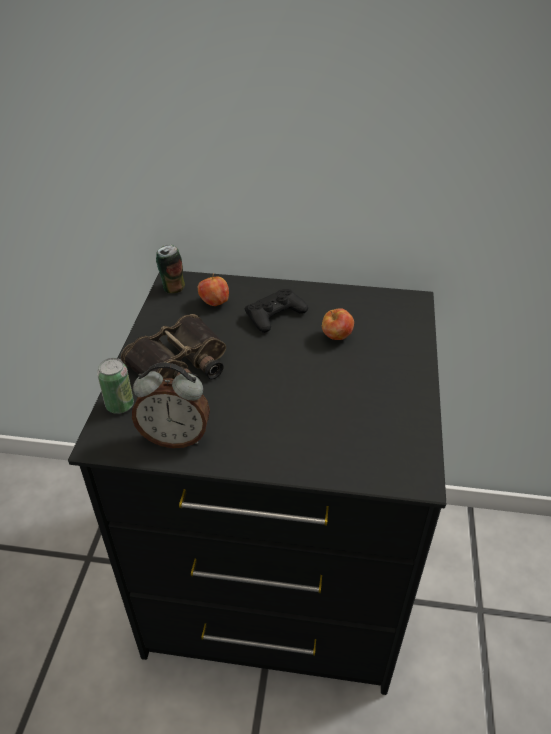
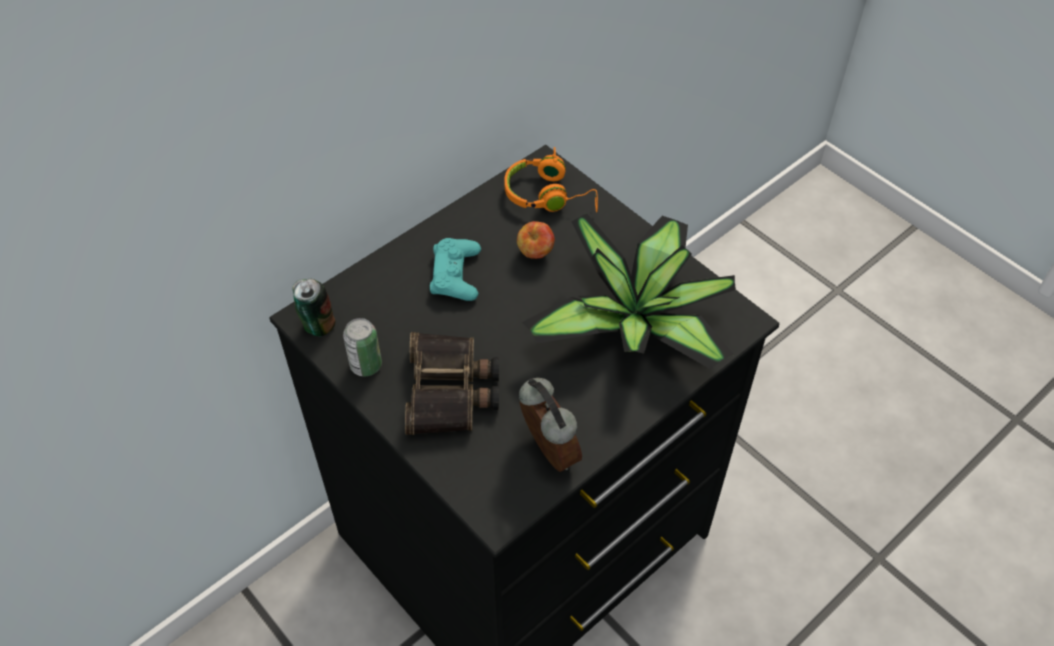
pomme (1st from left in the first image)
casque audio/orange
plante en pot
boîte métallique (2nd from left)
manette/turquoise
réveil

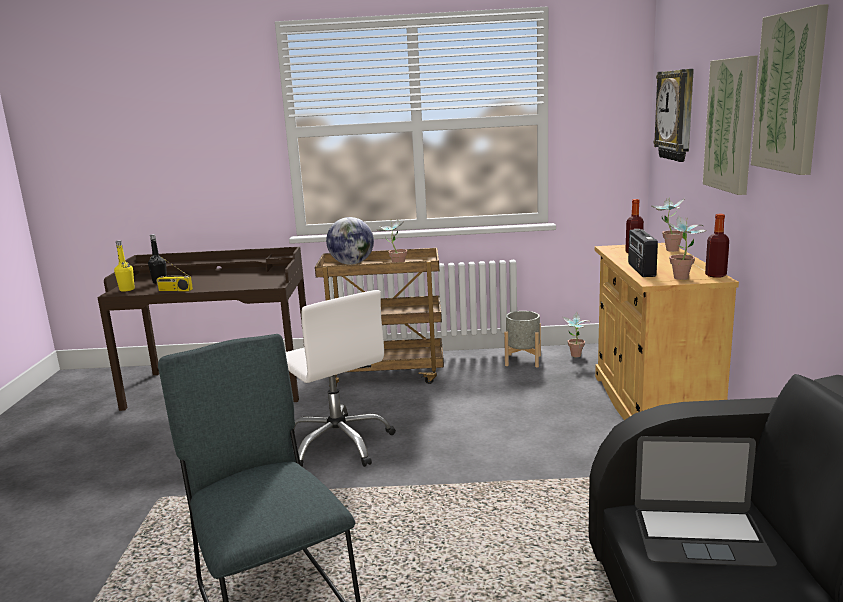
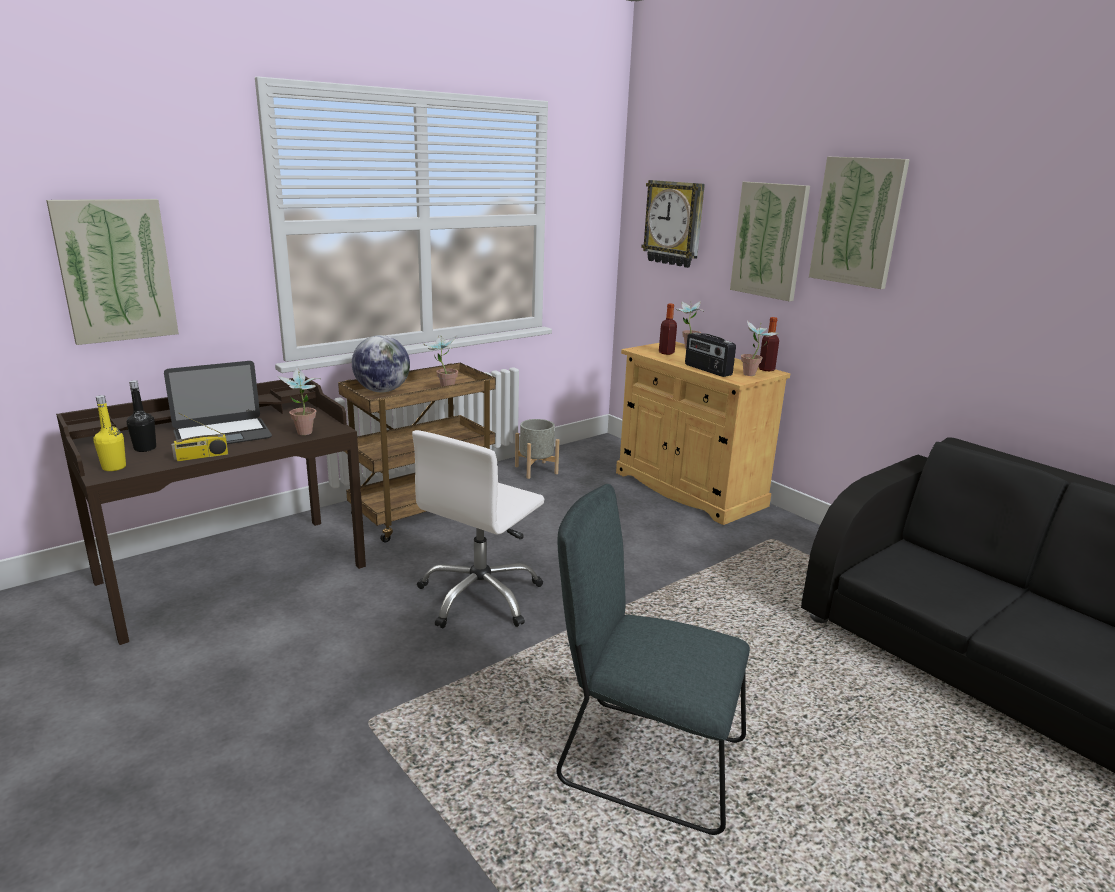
tableau (1st from left)
plante en pot (1st from left)
ordinateur portable
chaise de bureau/blanc

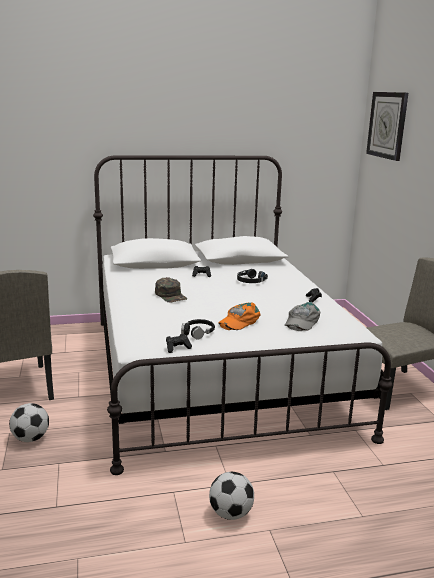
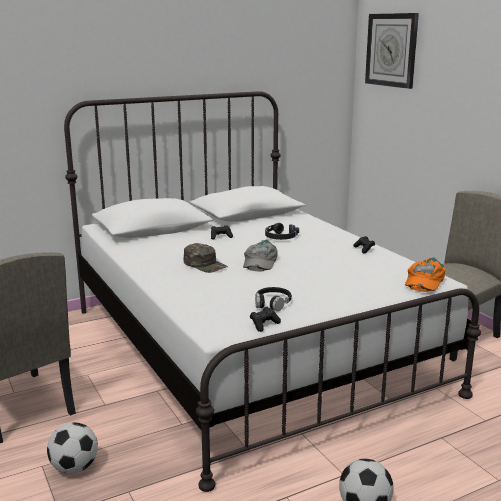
casquette/orange
casquette/gris

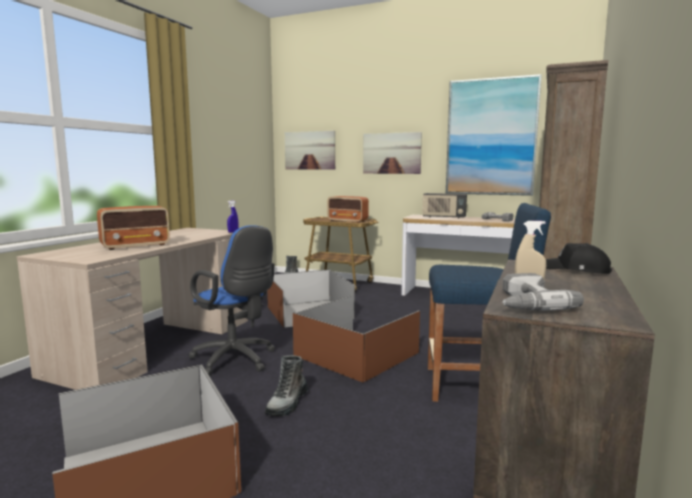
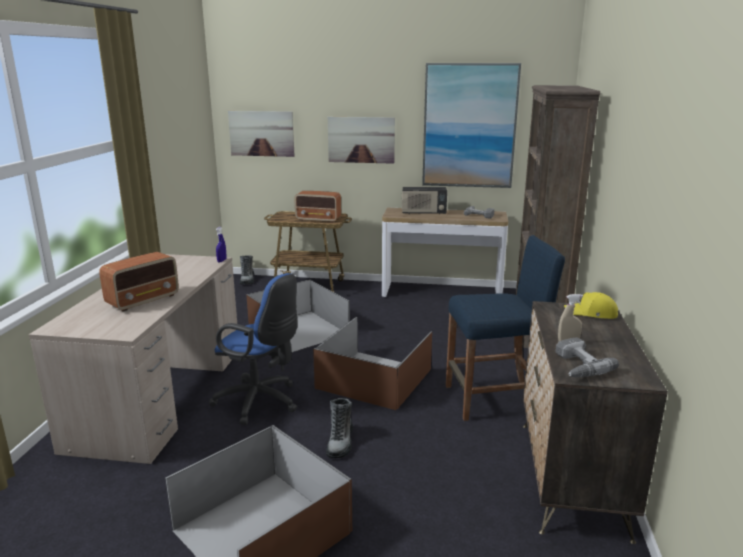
casquette/jaune

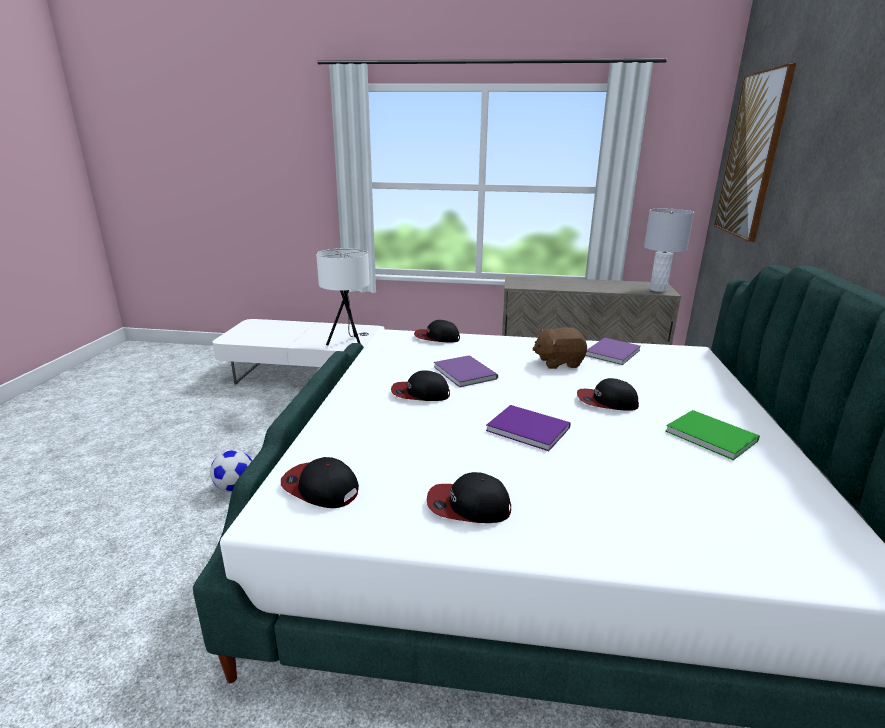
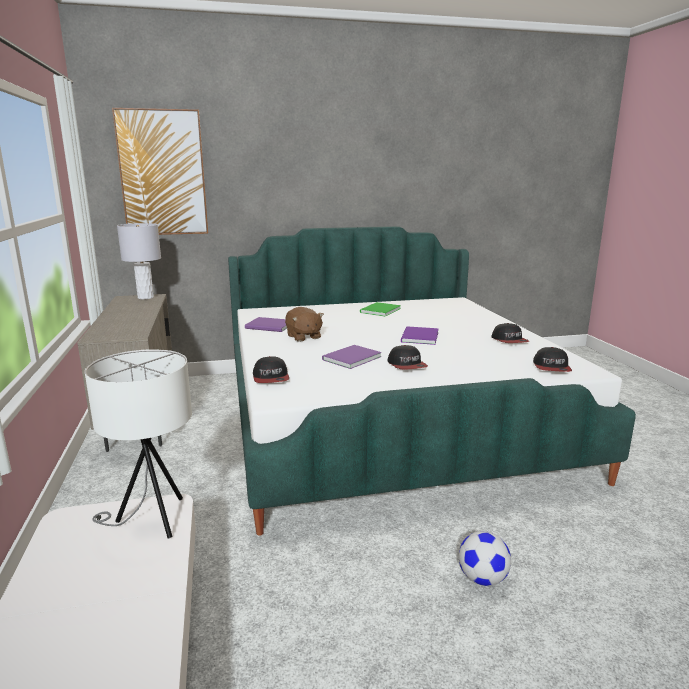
casquette (5th from left in the first image)

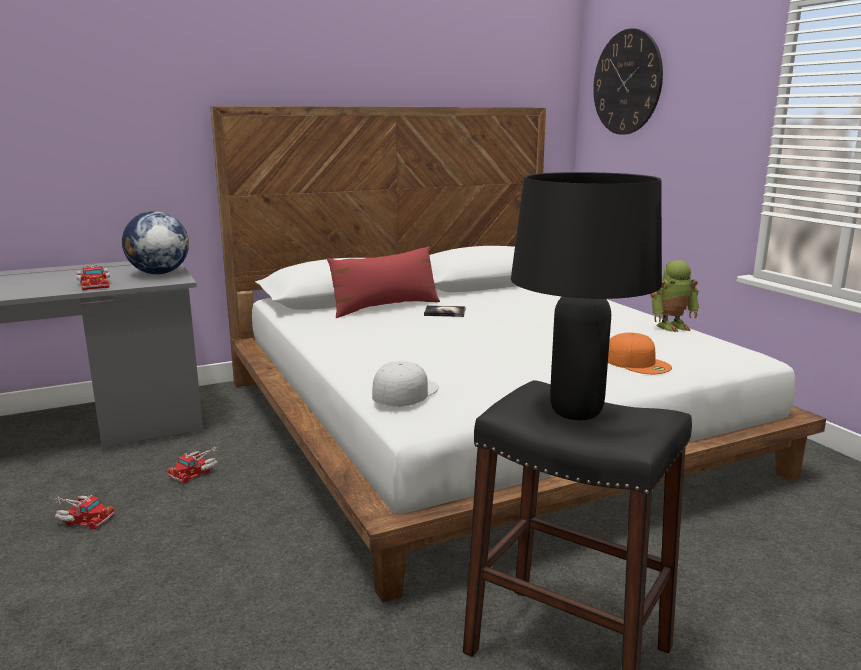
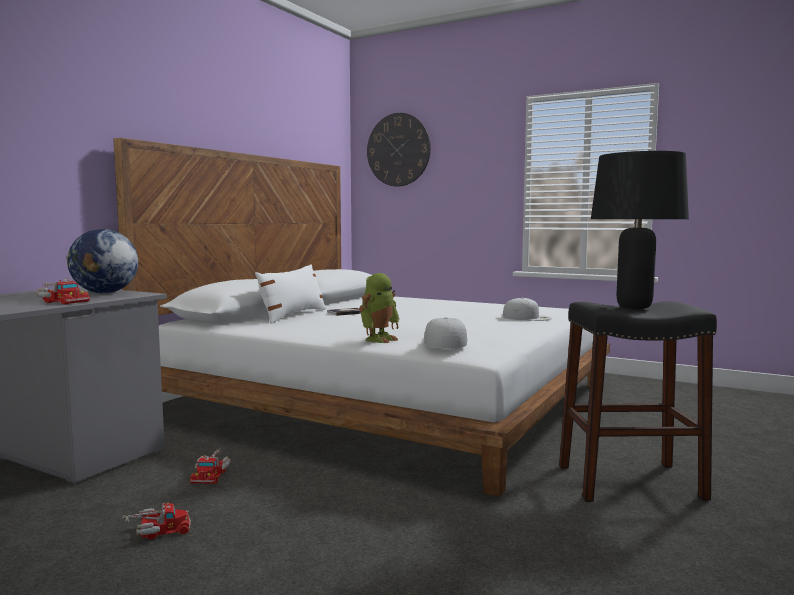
robot jouet
coussin/blanc
casquette/blanc (2nd from left)

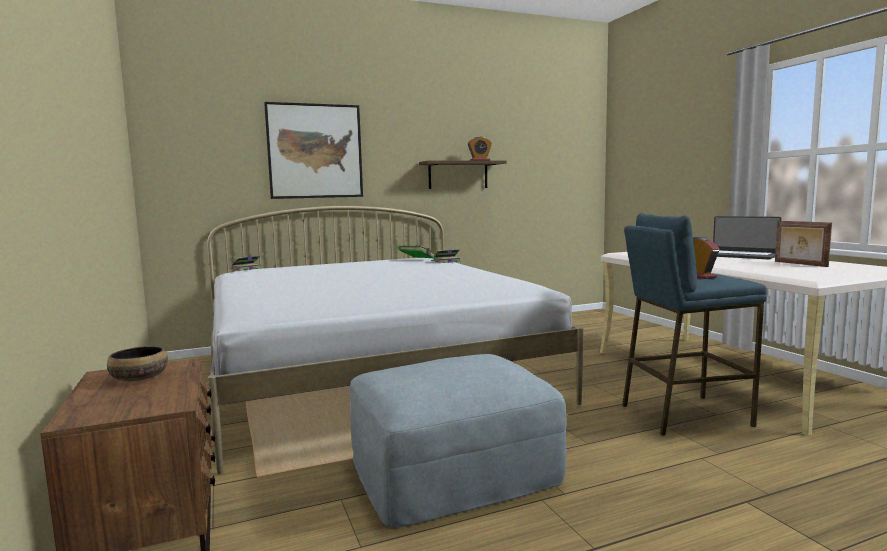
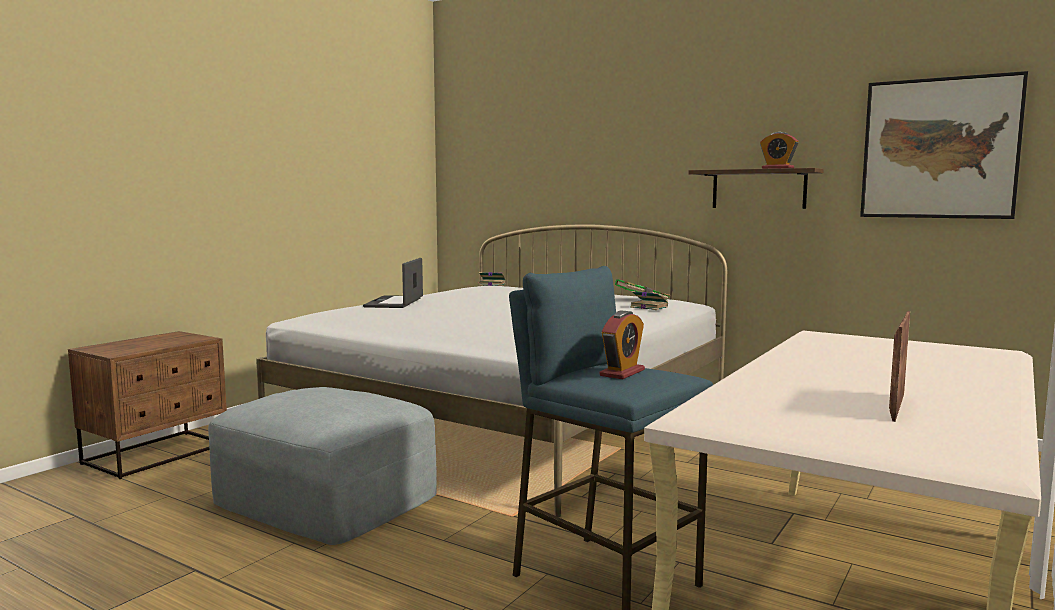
bol
tableau
ordinateur portable

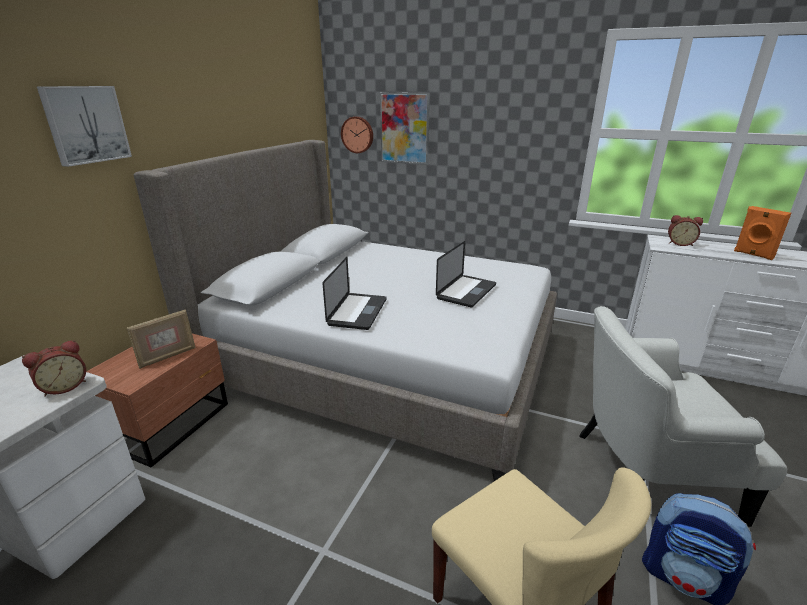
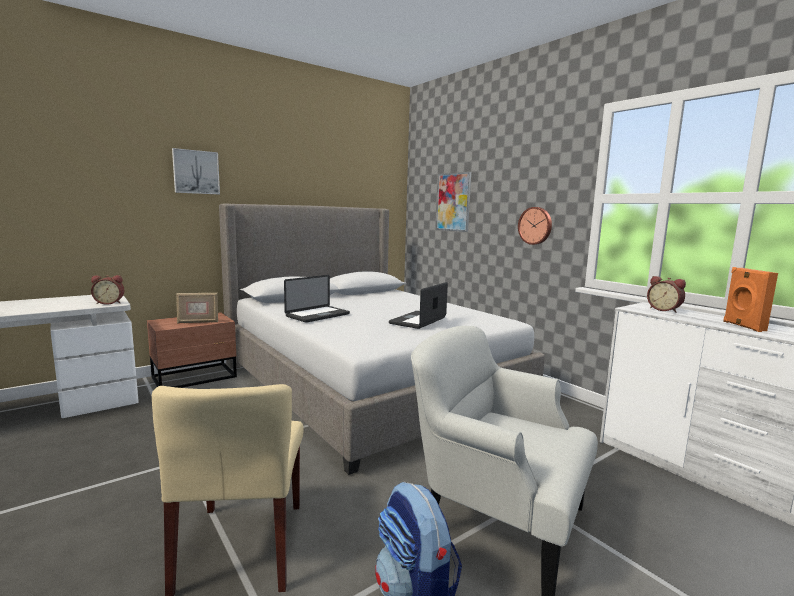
horloge murale
ordinateur portable (2nd from left)

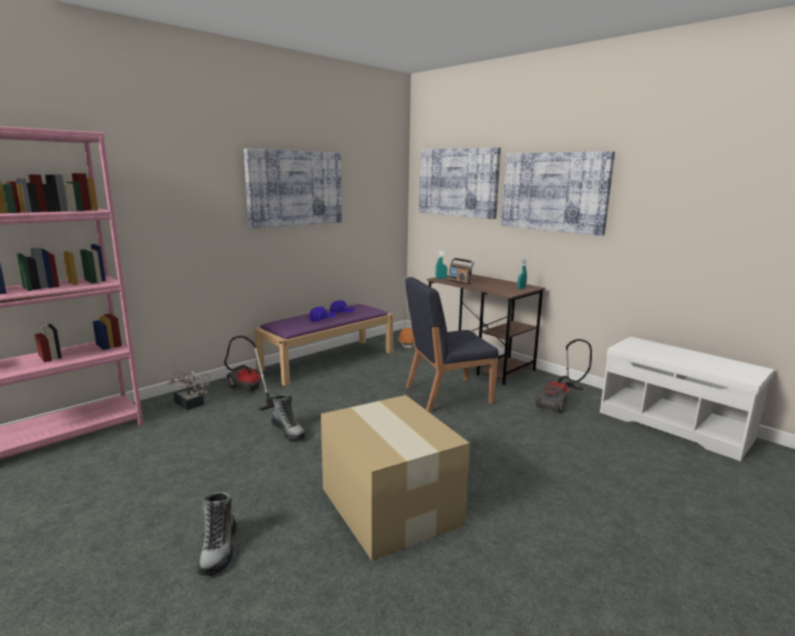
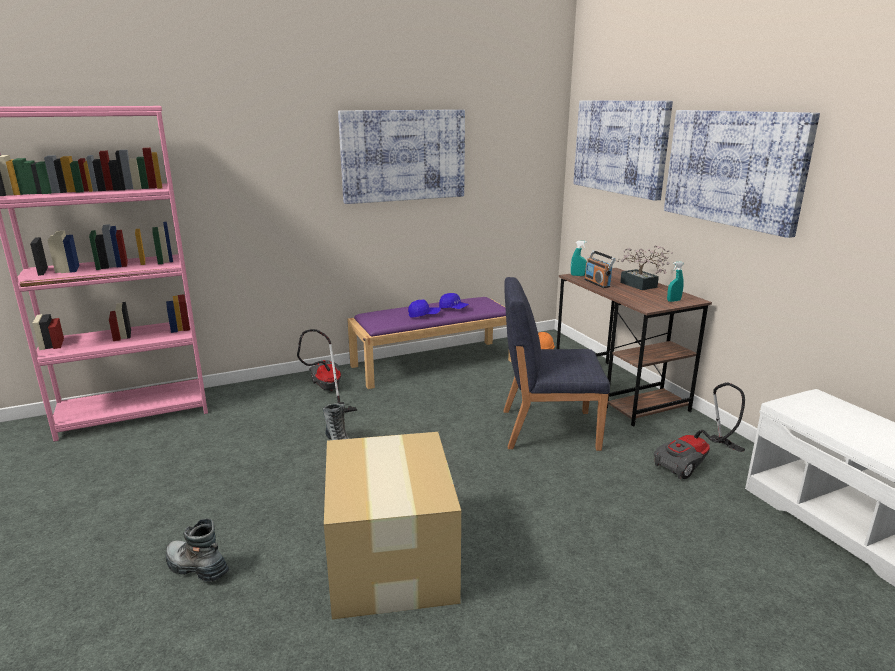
plante en pot
botte (1st from left)

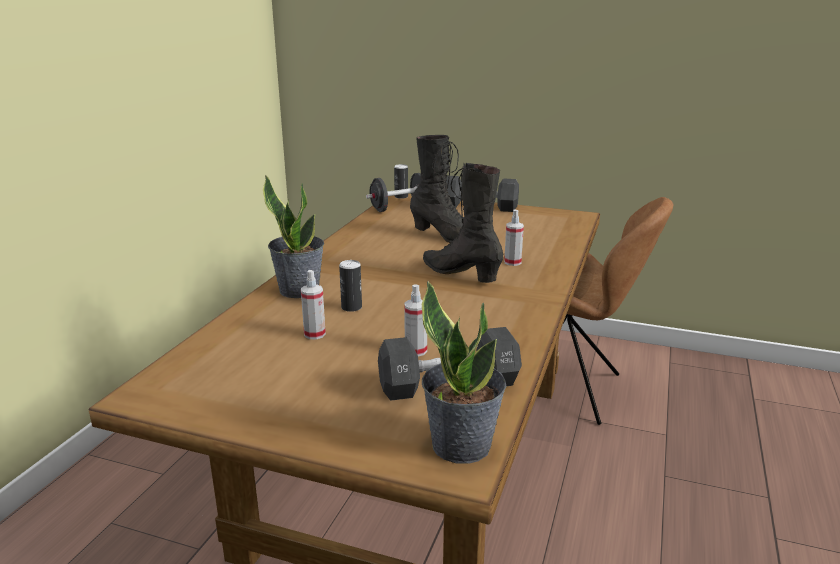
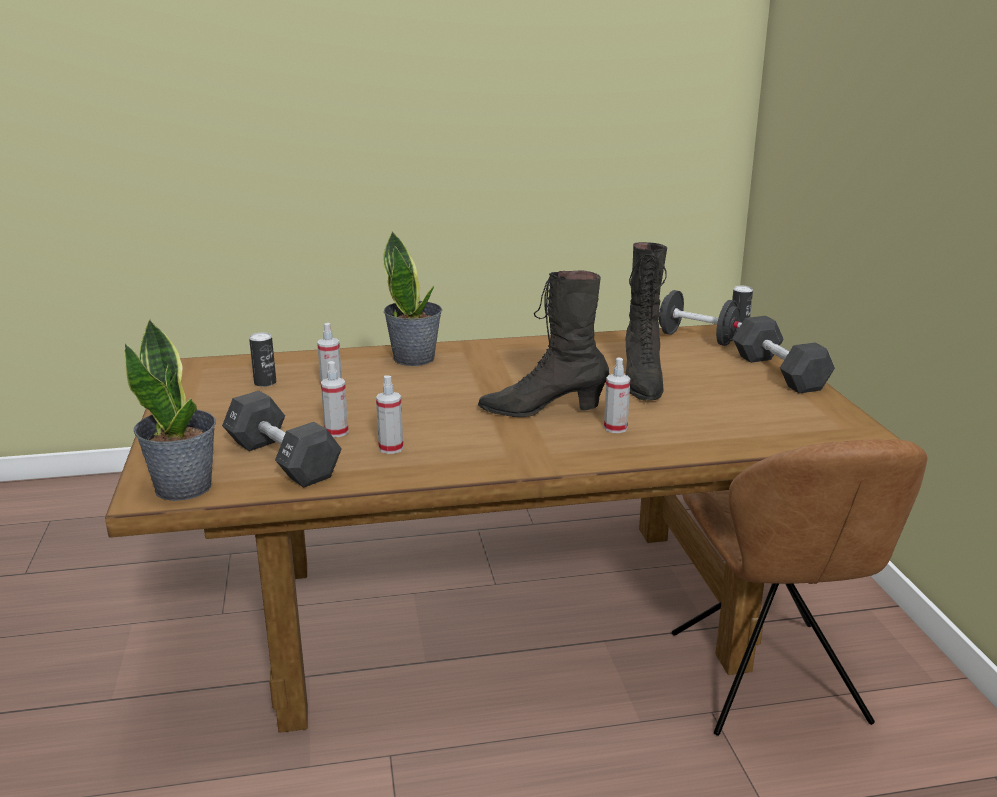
vaporisateur (3rd from left)
boîte métallique (1st from left)
botte/noir (1st from left)

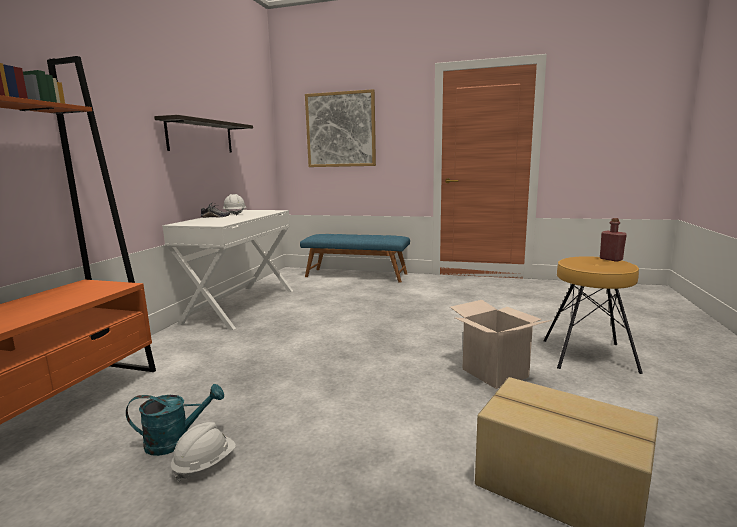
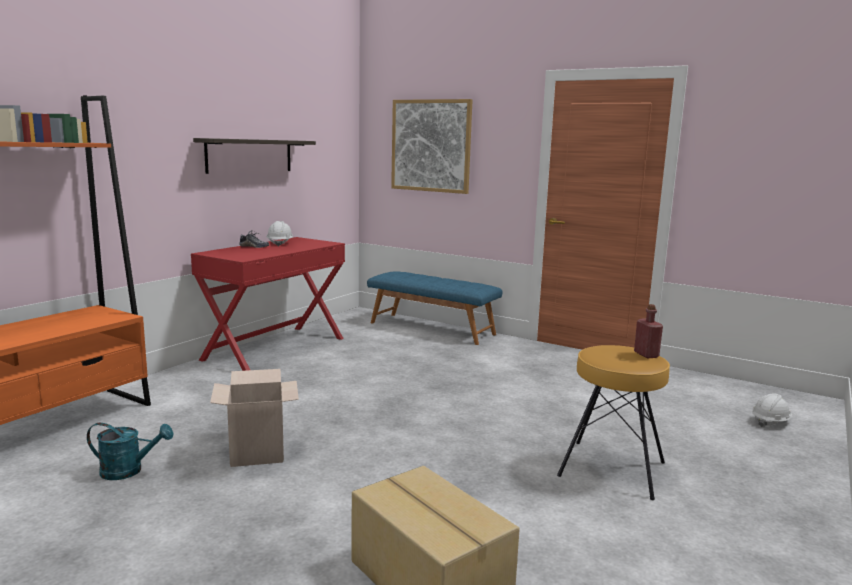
casque de chantier/blanc (2nd from left)
carton (1st from left)
bureau/rouge

